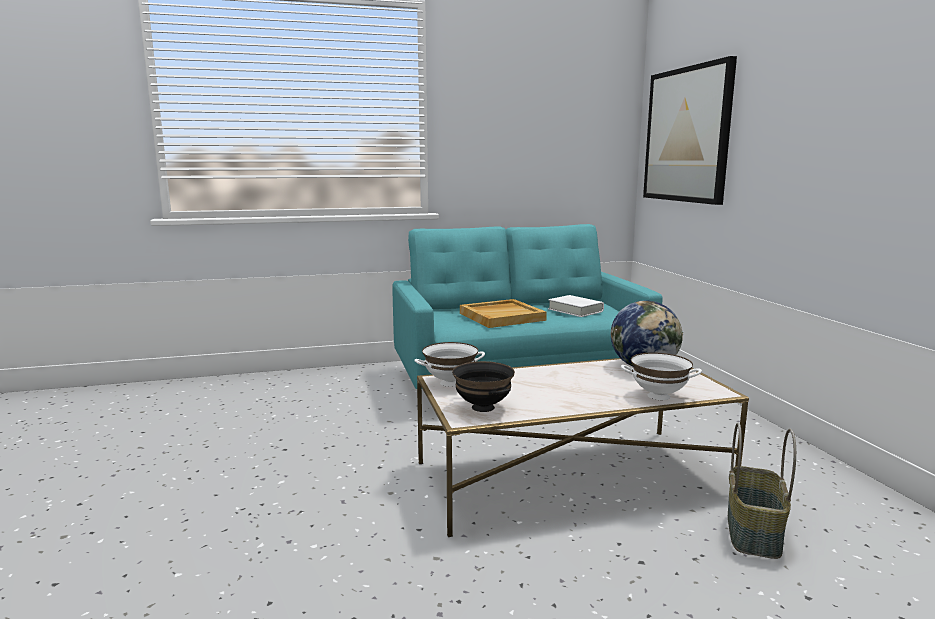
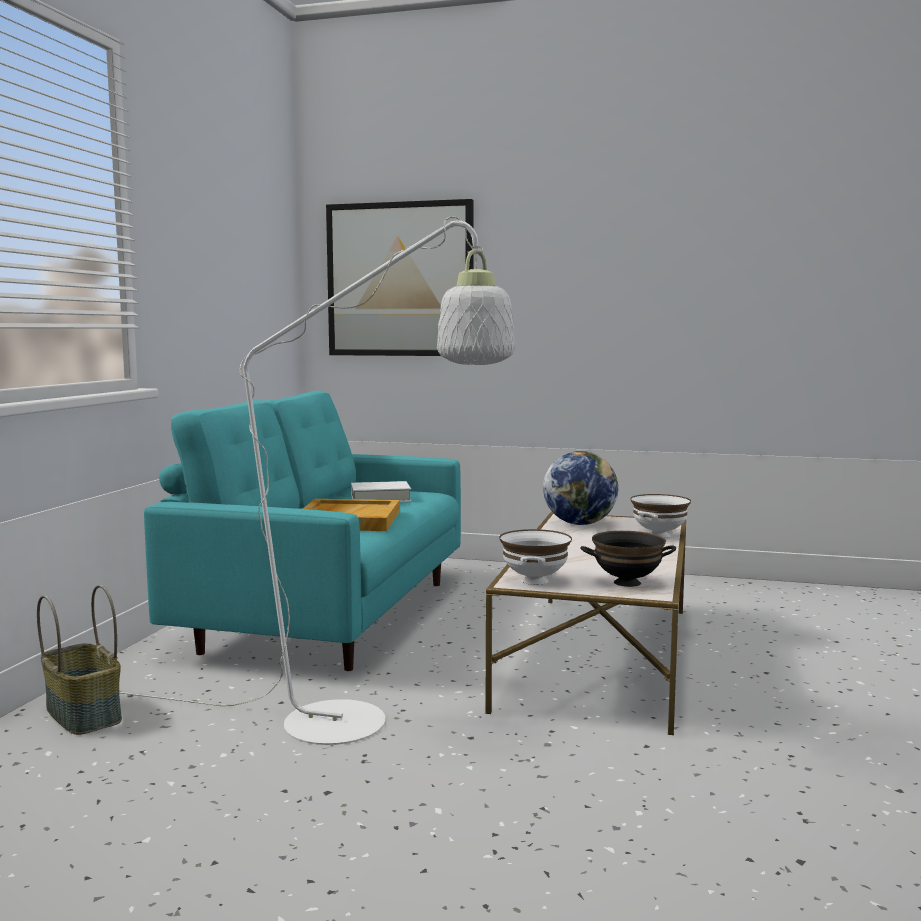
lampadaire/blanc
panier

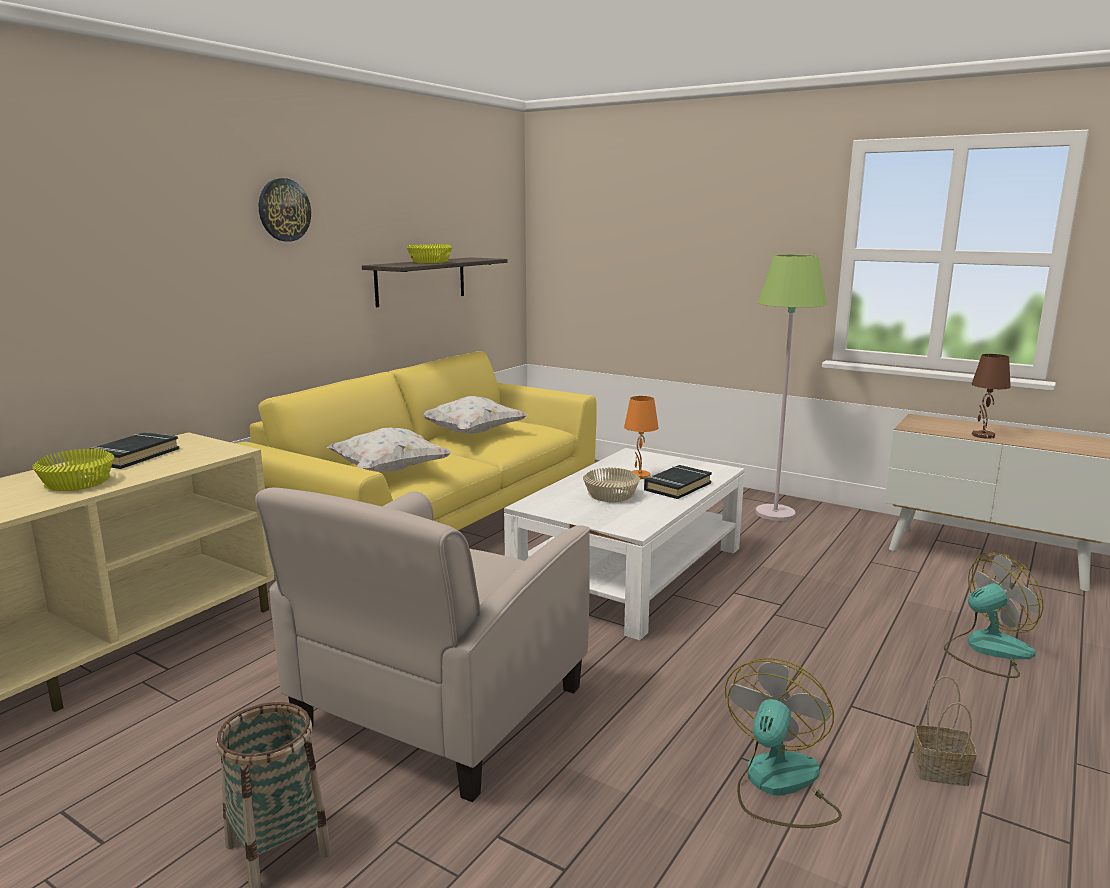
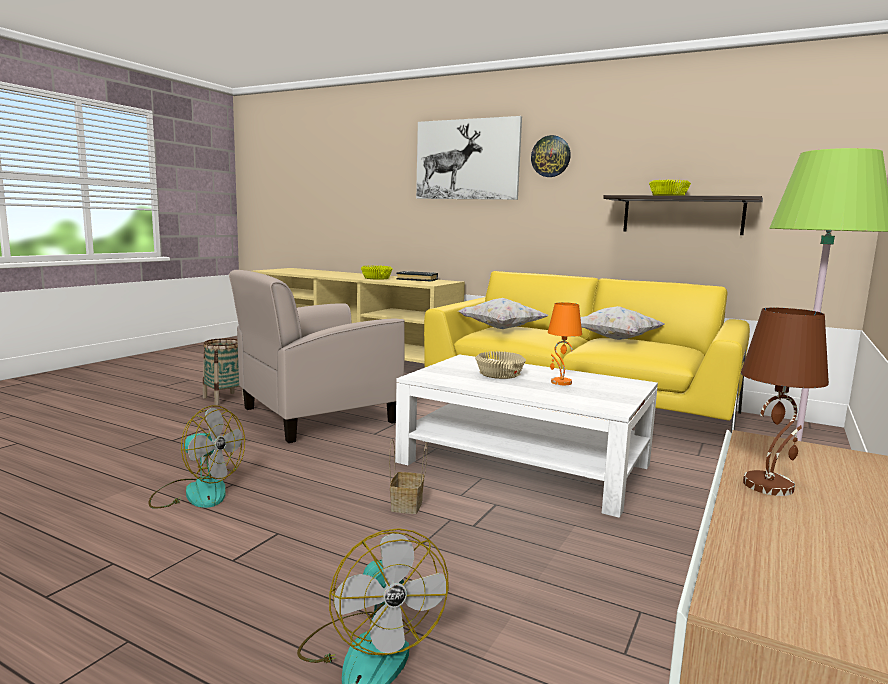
livre/noir (2nd from left in the first image)
tableau
panier (2nd from left)
fauteuil/beige

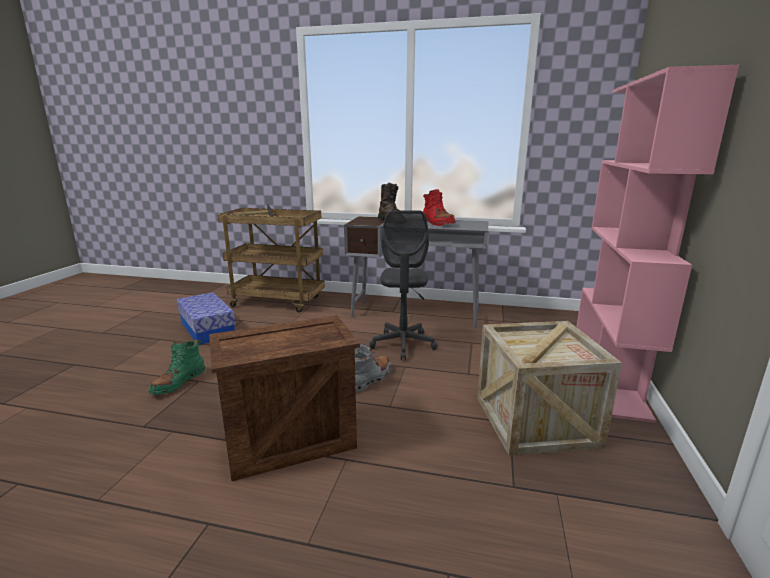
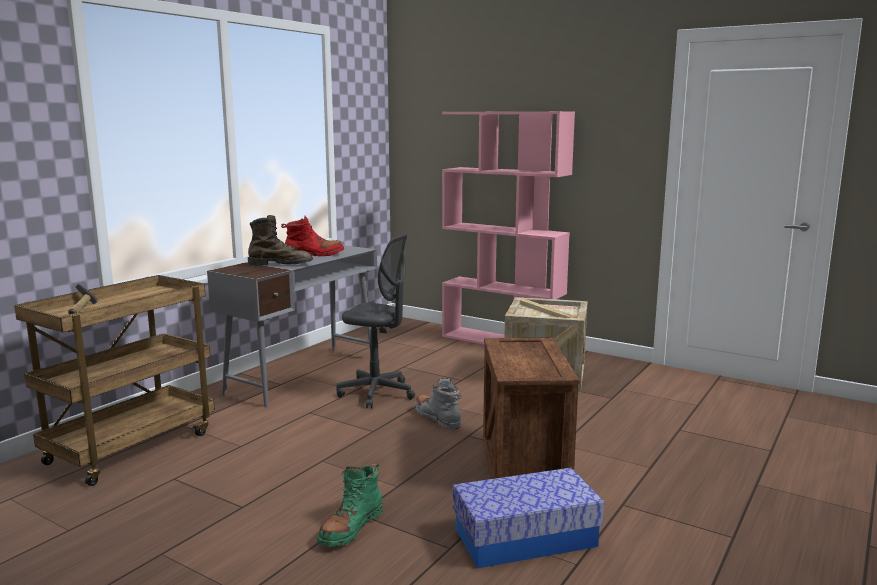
boîte de rangement
botte/vert

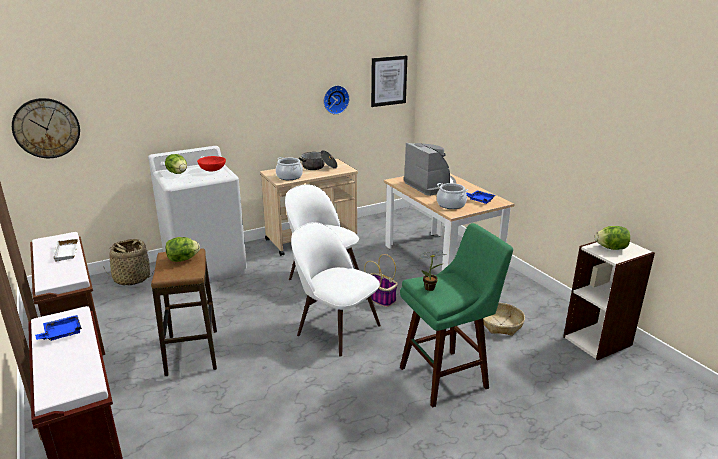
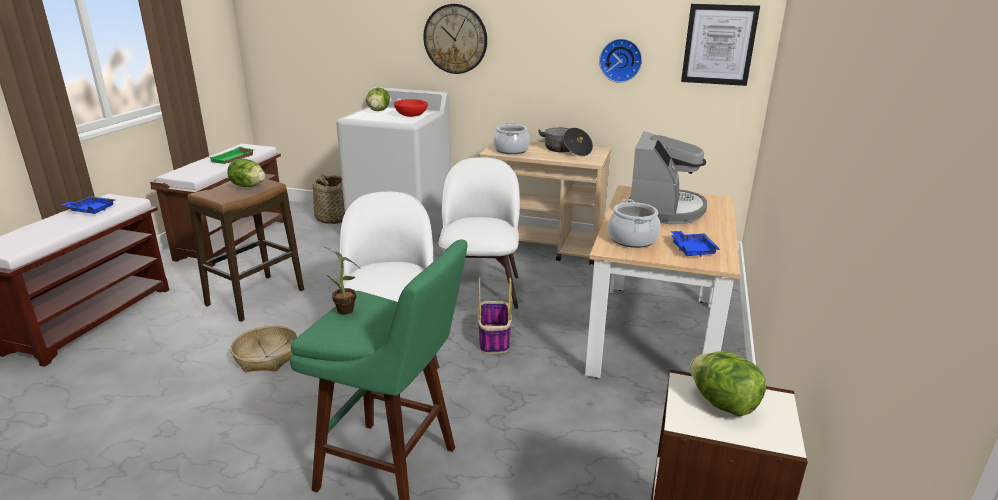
horloge murale (1st from left)
panier (1st from left)
plateau/vert

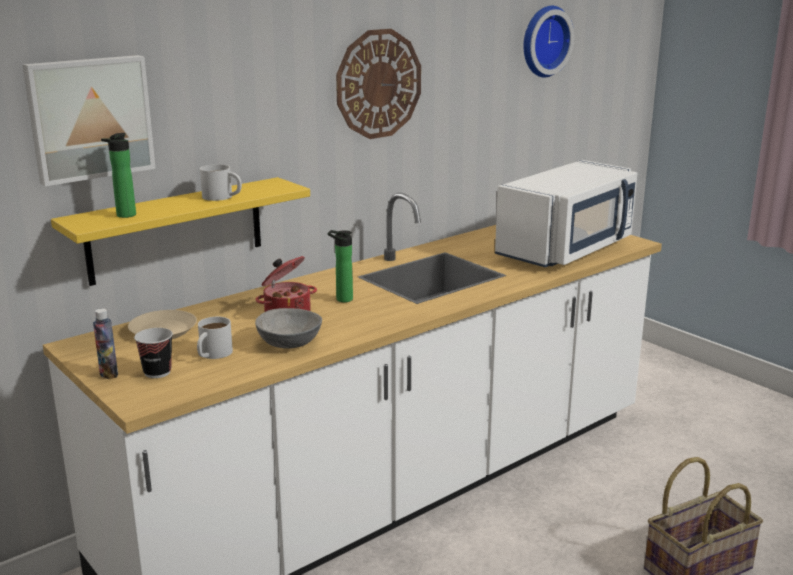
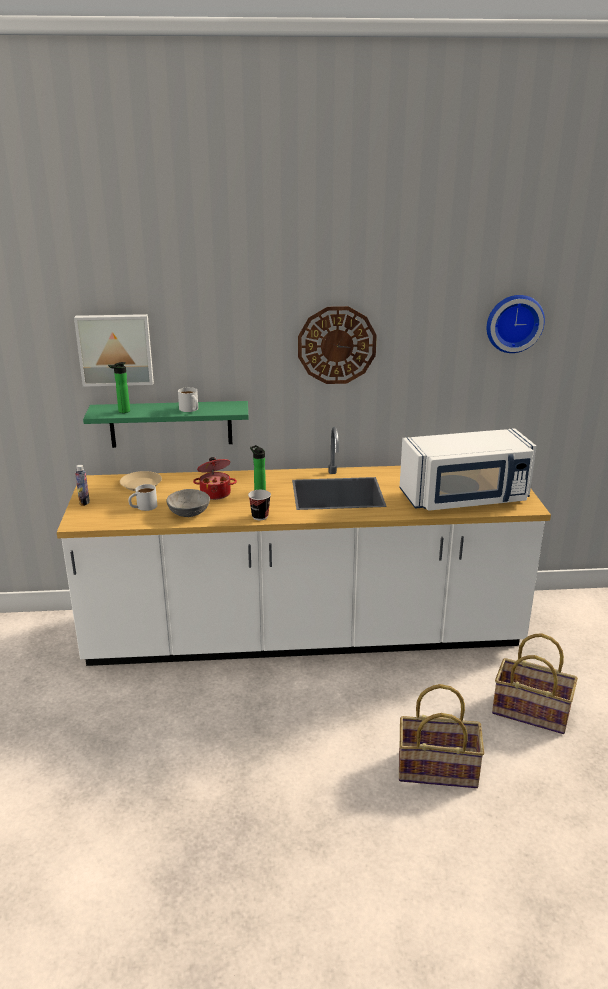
panier (2nd from left)
tasse
étagère/vert

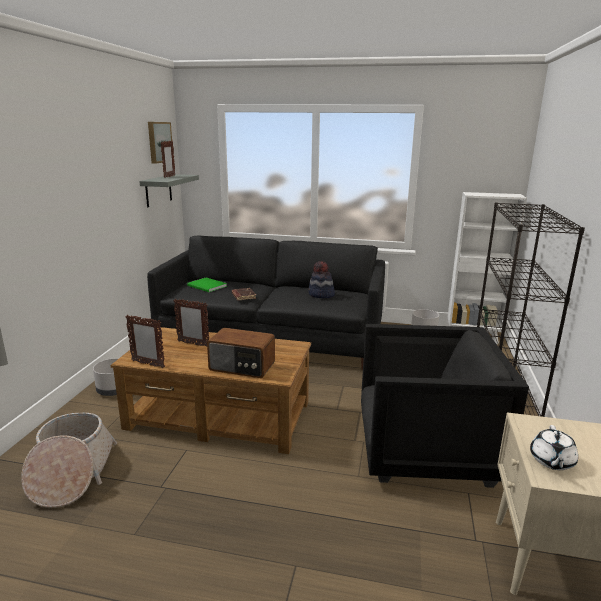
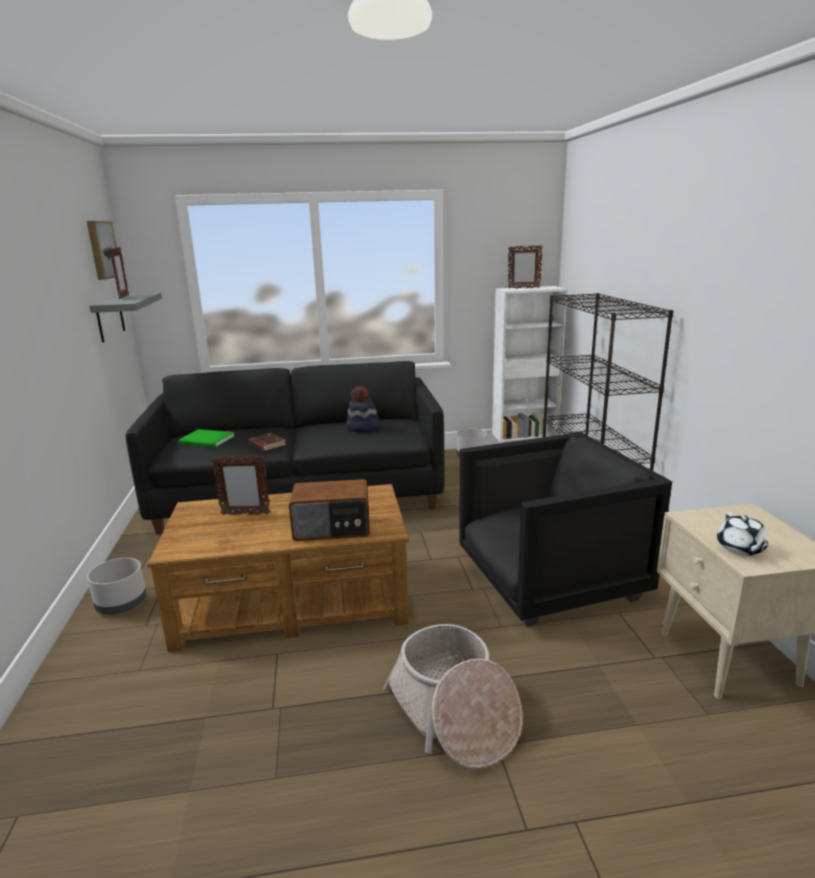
panier
cadre photo (3rd from left)

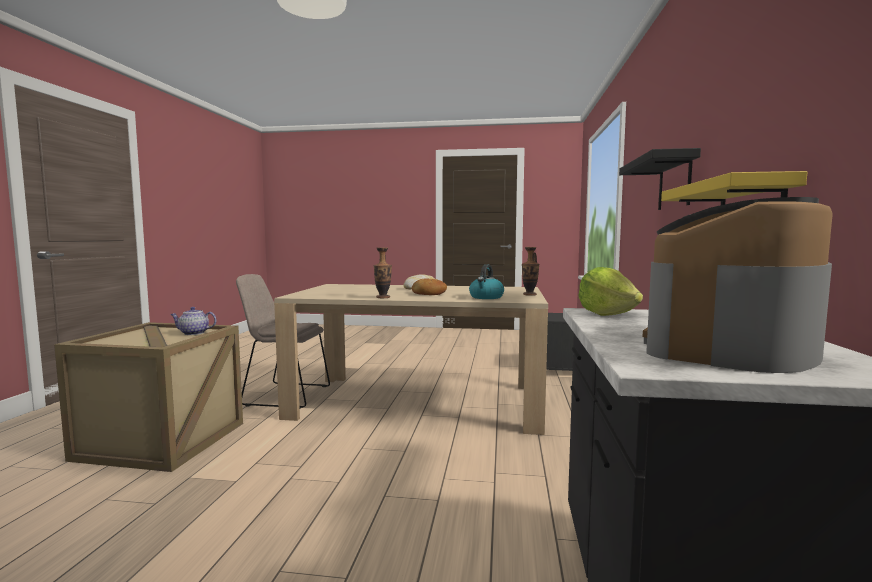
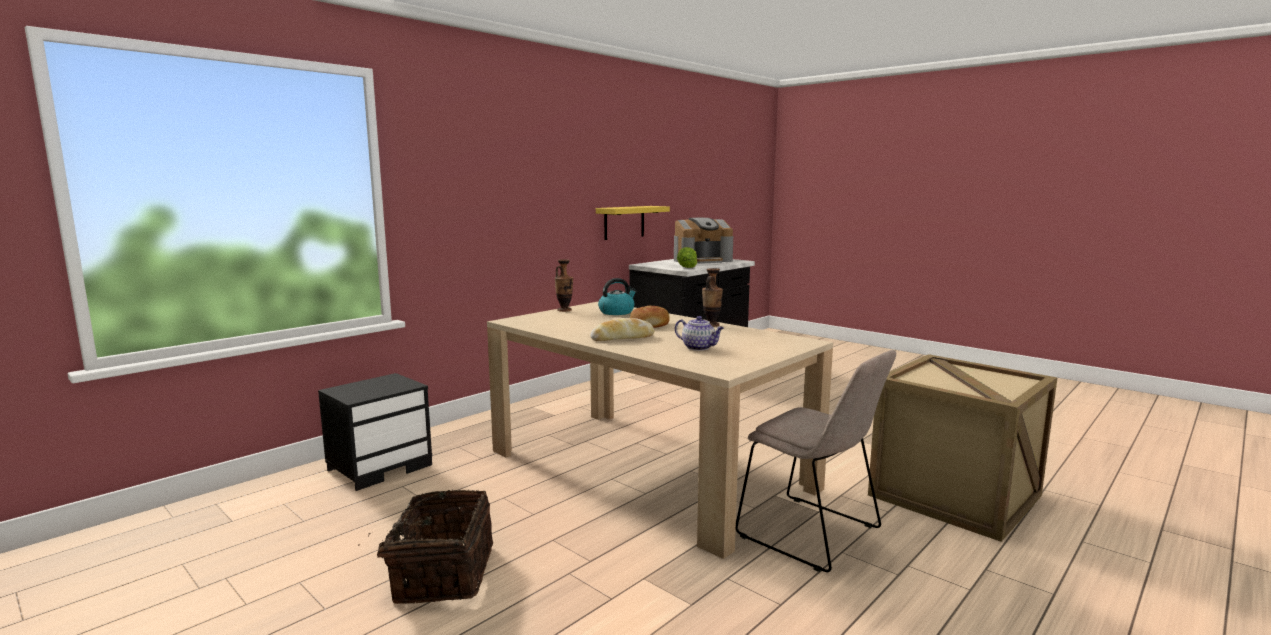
étagère/noir
panier
théière

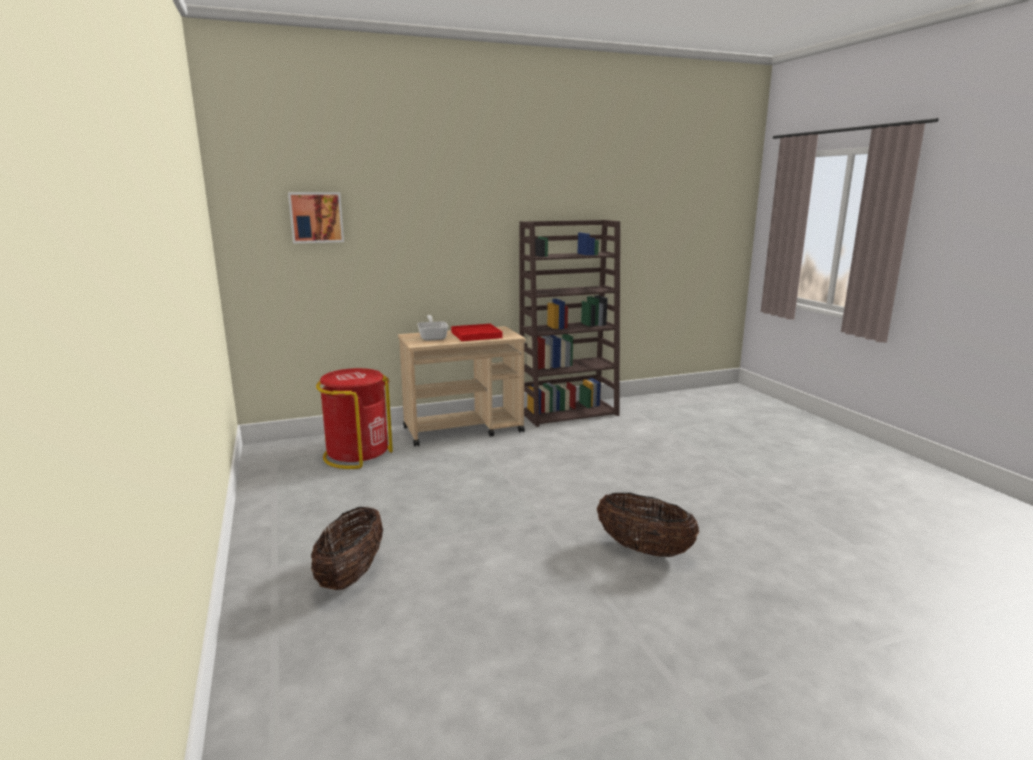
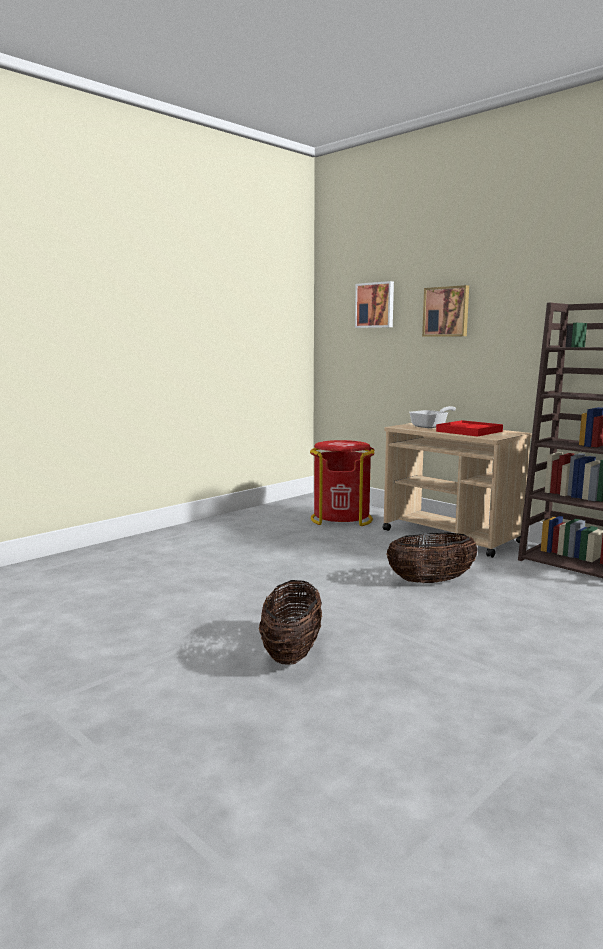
tableau (2nd from left)
panier (2nd from left)

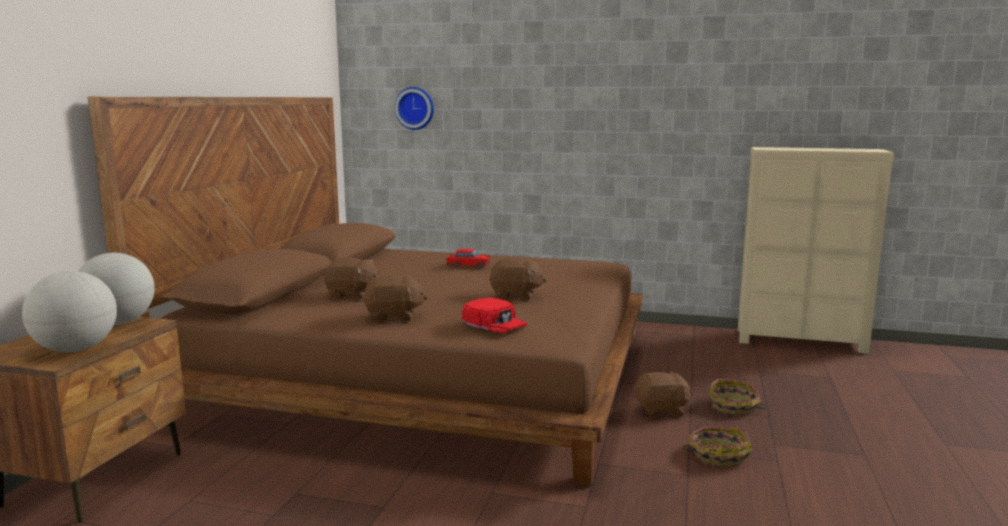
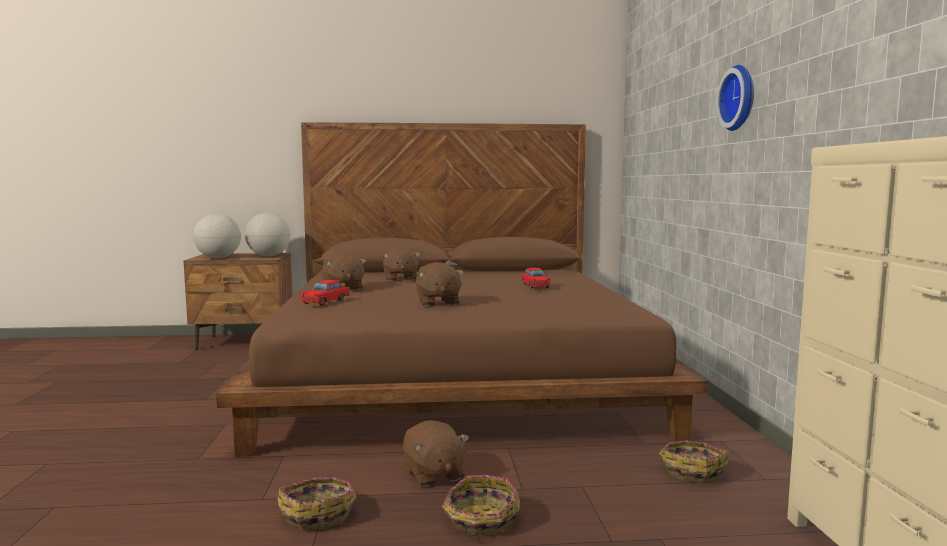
panier (3rd from left)
horloge murale
petite voiture/rouge (1st from left)

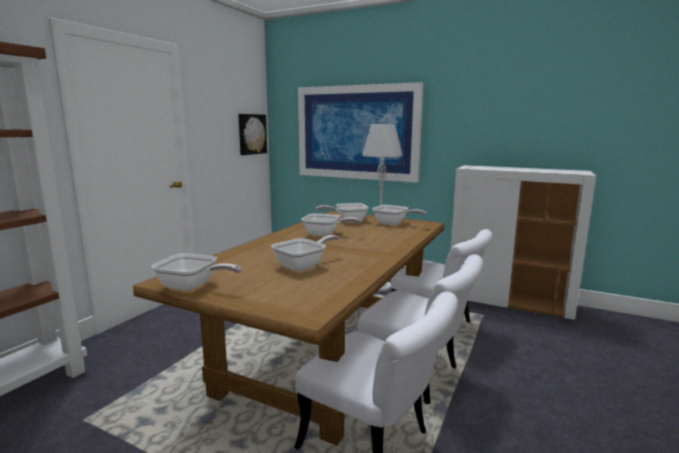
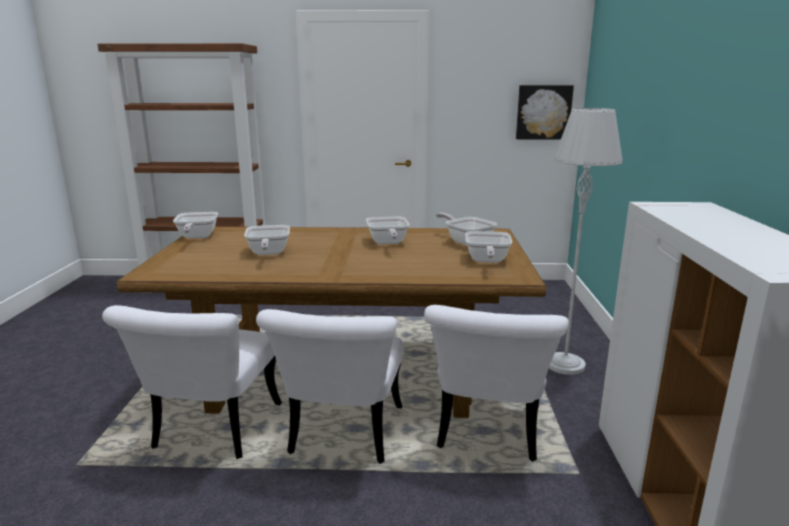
tableau (2nd from left in the first image)
poêle (2nd from left)

